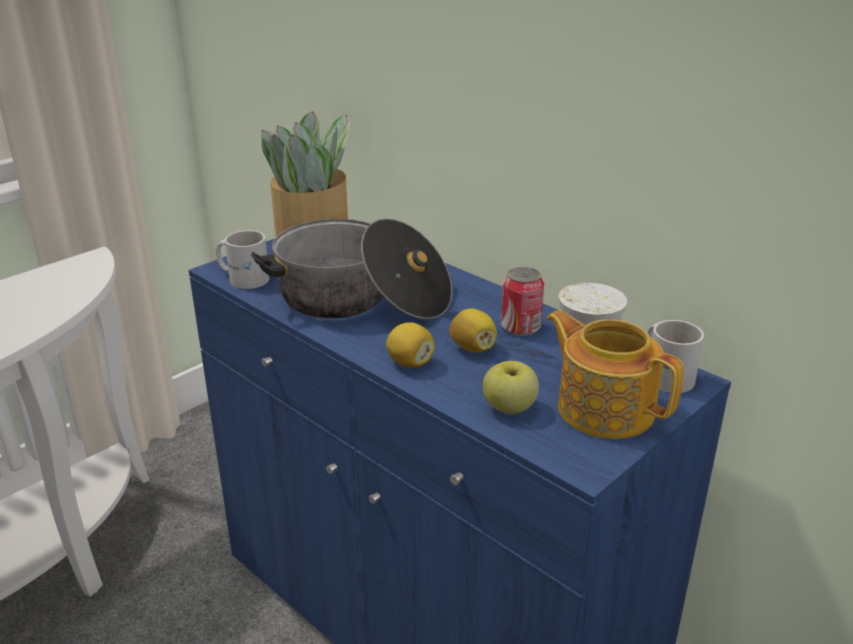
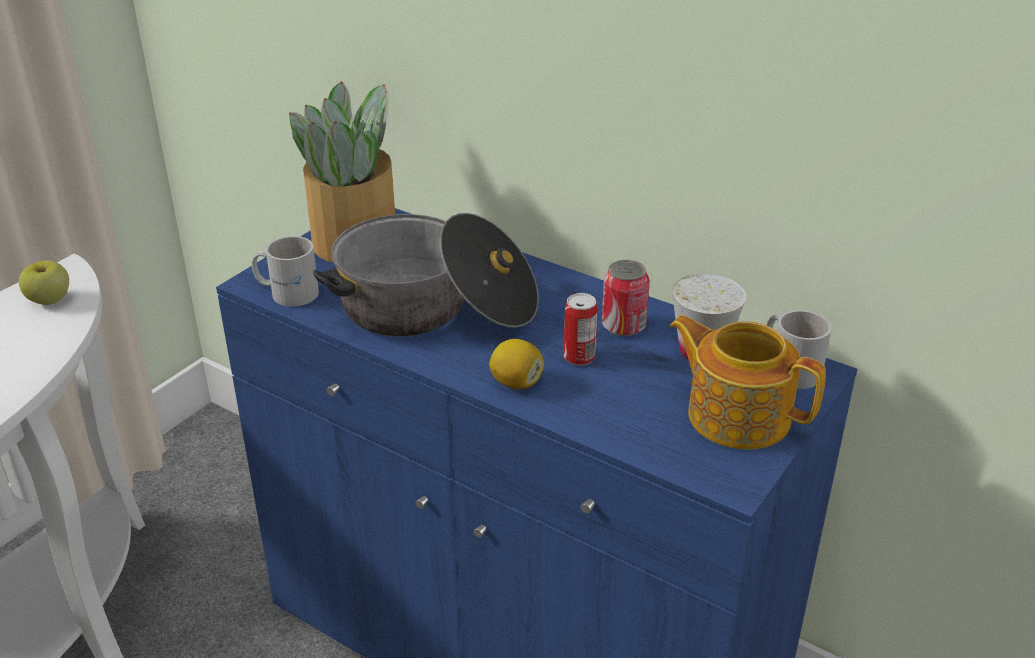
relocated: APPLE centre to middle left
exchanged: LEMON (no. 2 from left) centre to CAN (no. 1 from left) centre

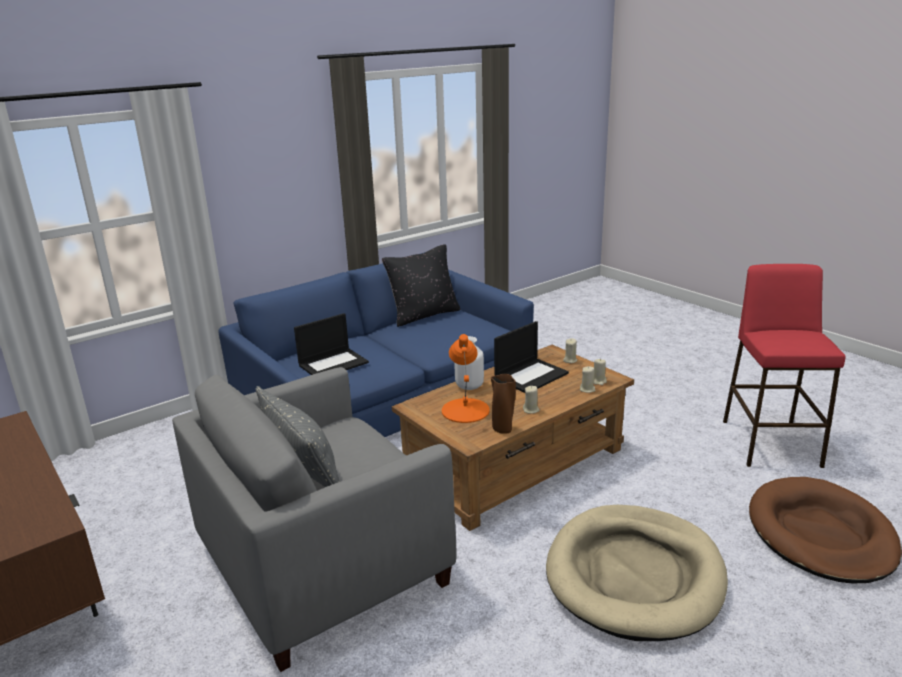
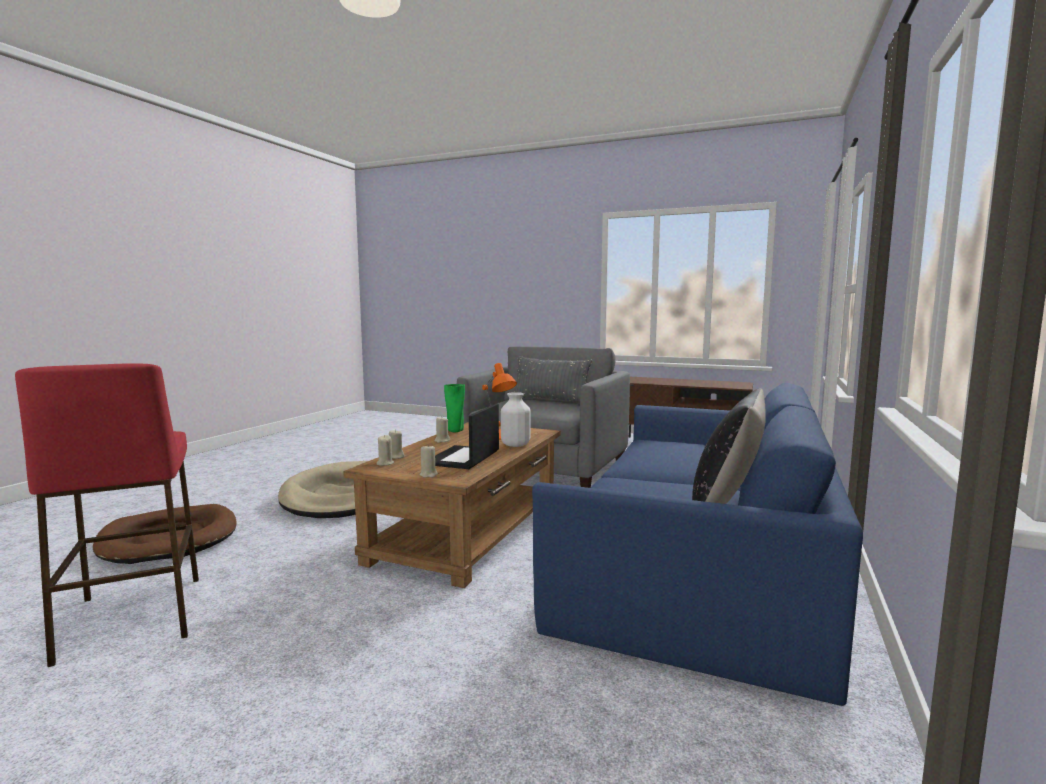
missing: LAPTOP (no. 1 from left) centre
colour: BROWN VASE centre to GREEN VASE centre

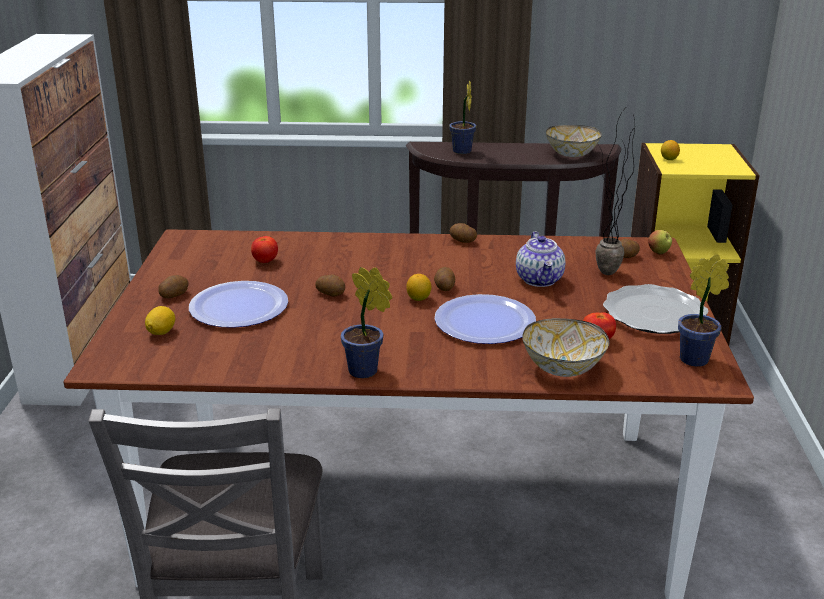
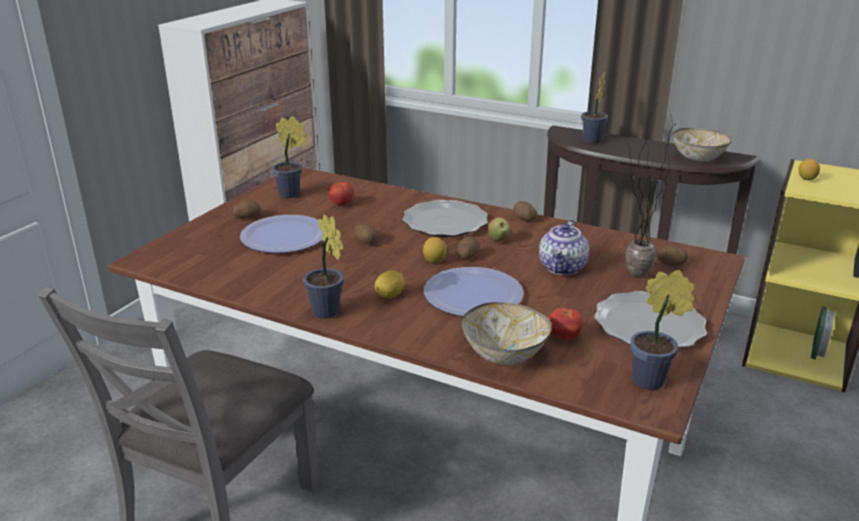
appeared: POTTED PLANT (no. 1 from left) top centre; PLATE (no. 2 from left) centre
relocated: LEMON (no. 1 from left) middle left to centre; APPLE middle right to centre

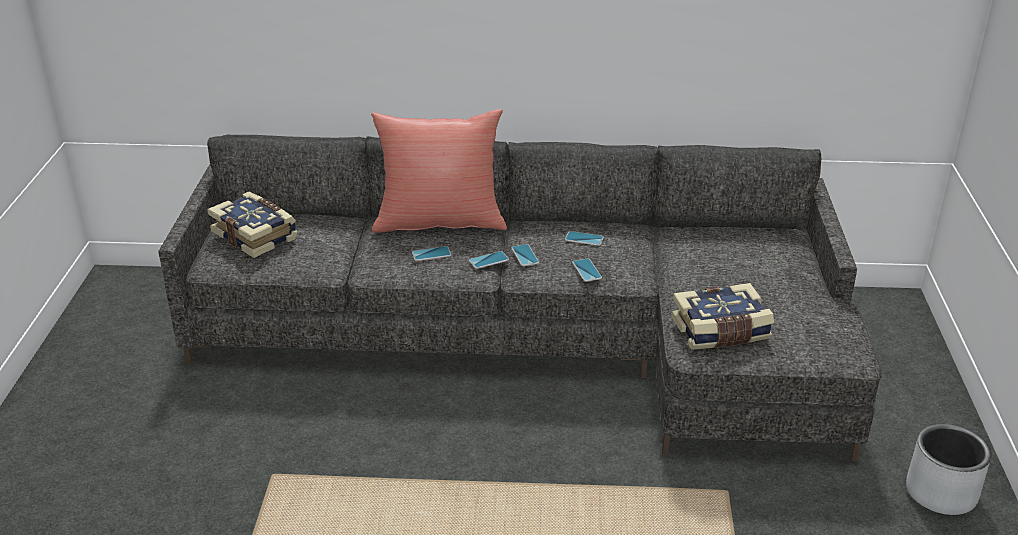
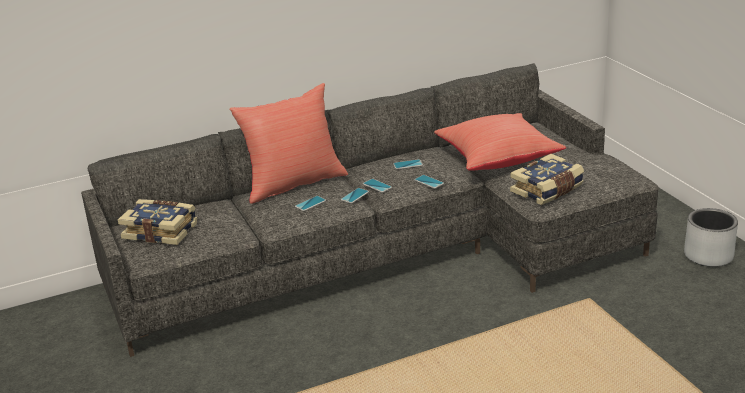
appeared: RED PILLOW (no. 2 from left) middle right

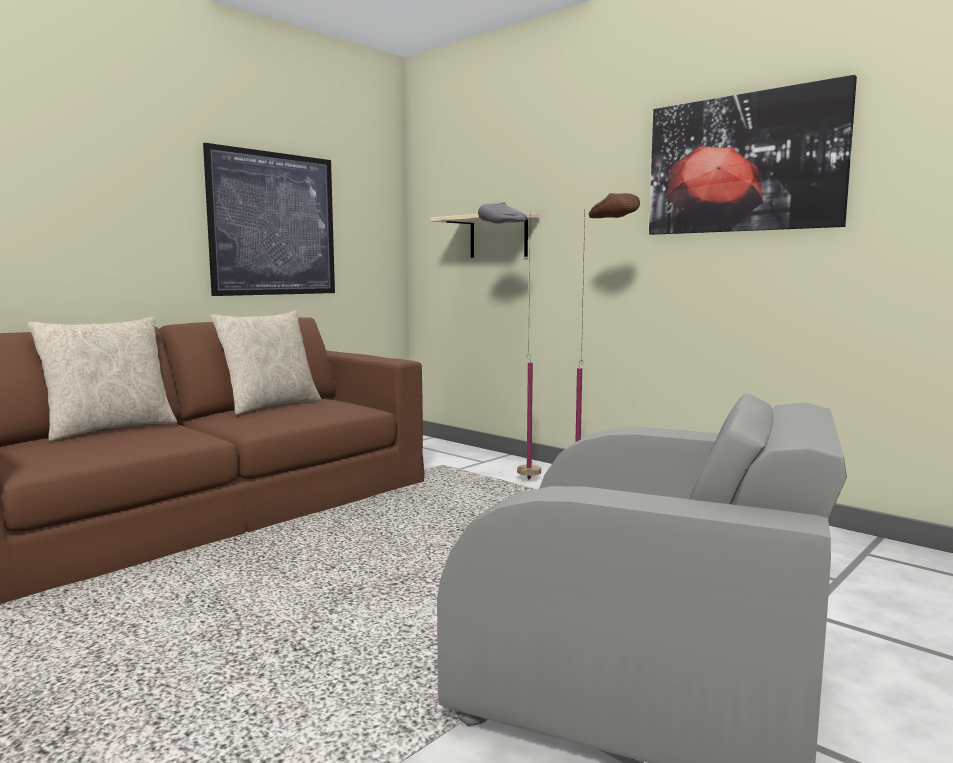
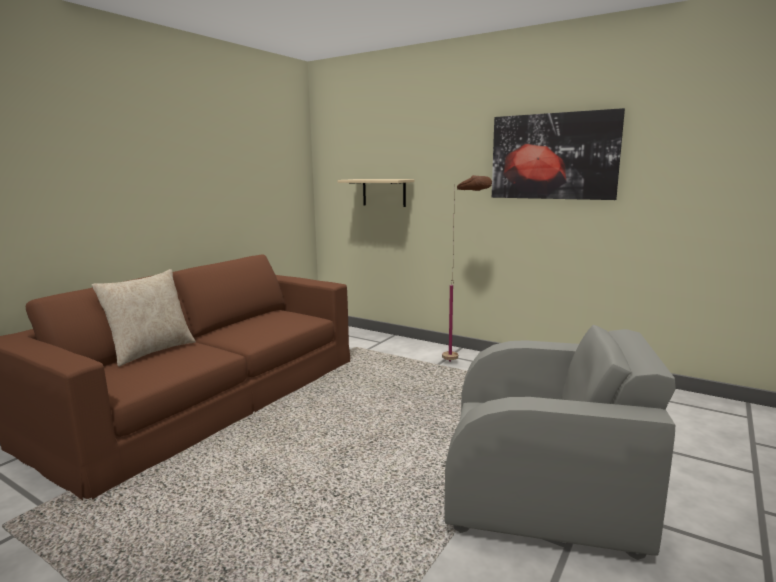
missing: PICTURE (no. 1 from left) top left; BEIGE PILLOW (no. 2 from left) middle left; GREY FLOOR LAMP centre

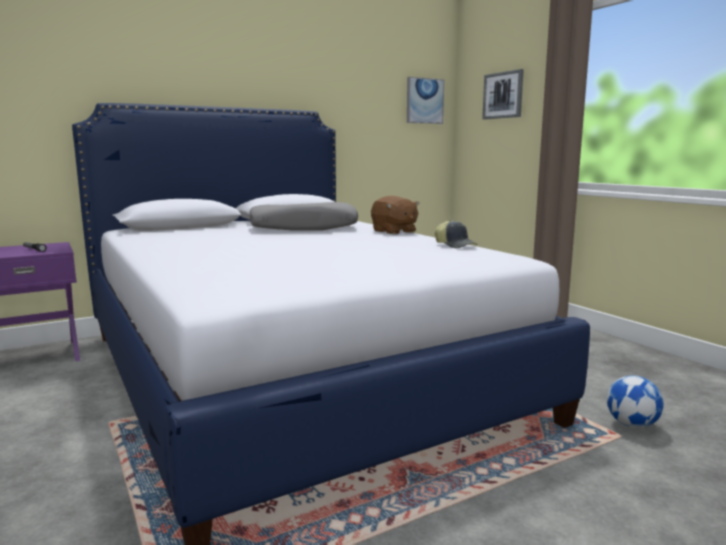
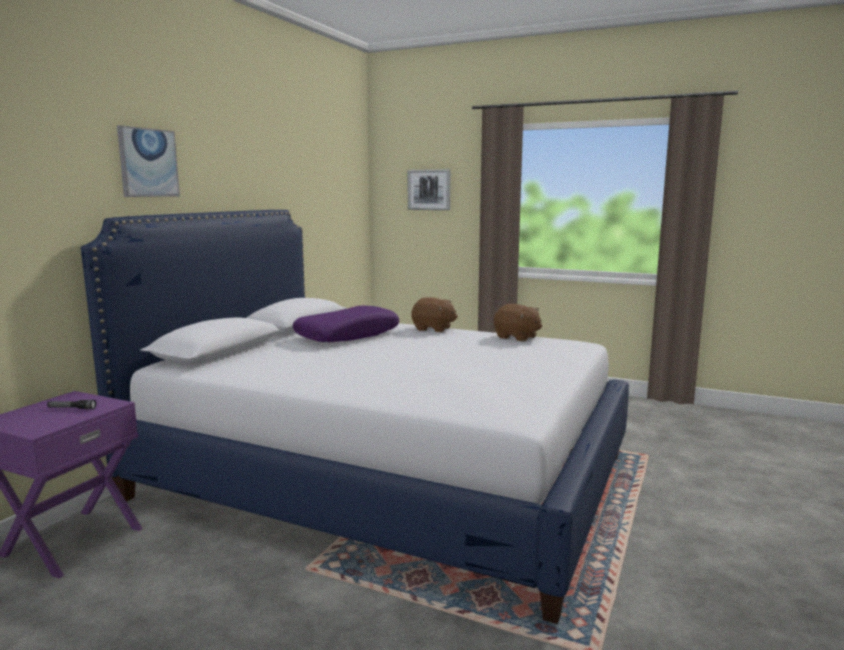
missing: FOOTBALL bottom right
relocated: PICTURE (no. 1 from left) top centre to top left
exchanged: CAP centre to BROWN PLUSH TOY (no. 2 from left) centre
colour: GREY PILLOW centre to PURPLE PILLOW centre

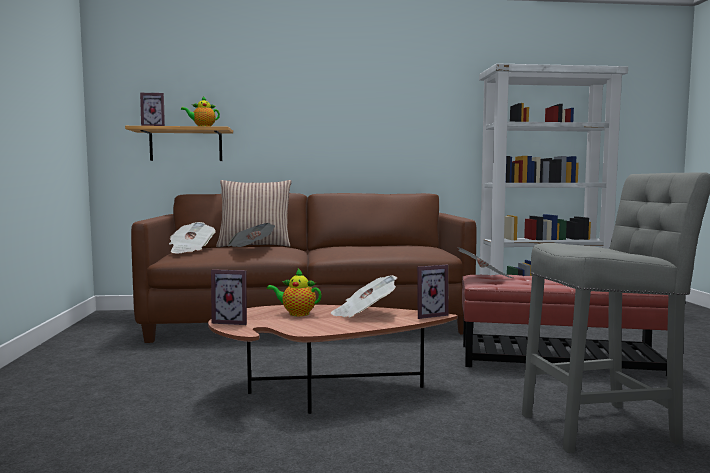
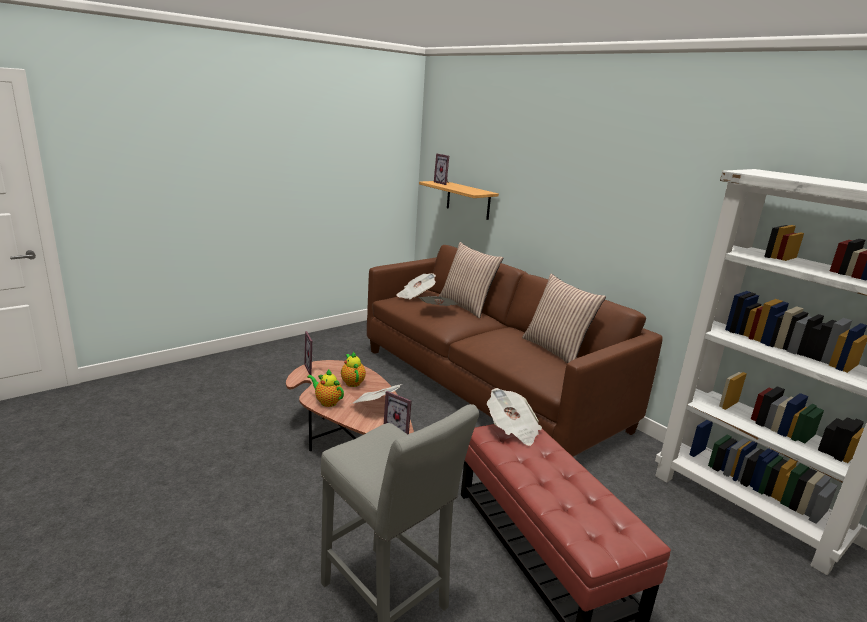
appeared: PILLOW (no. 2 from left) centre
relocated: TEAPOT (no. 1 from left) top left to centre

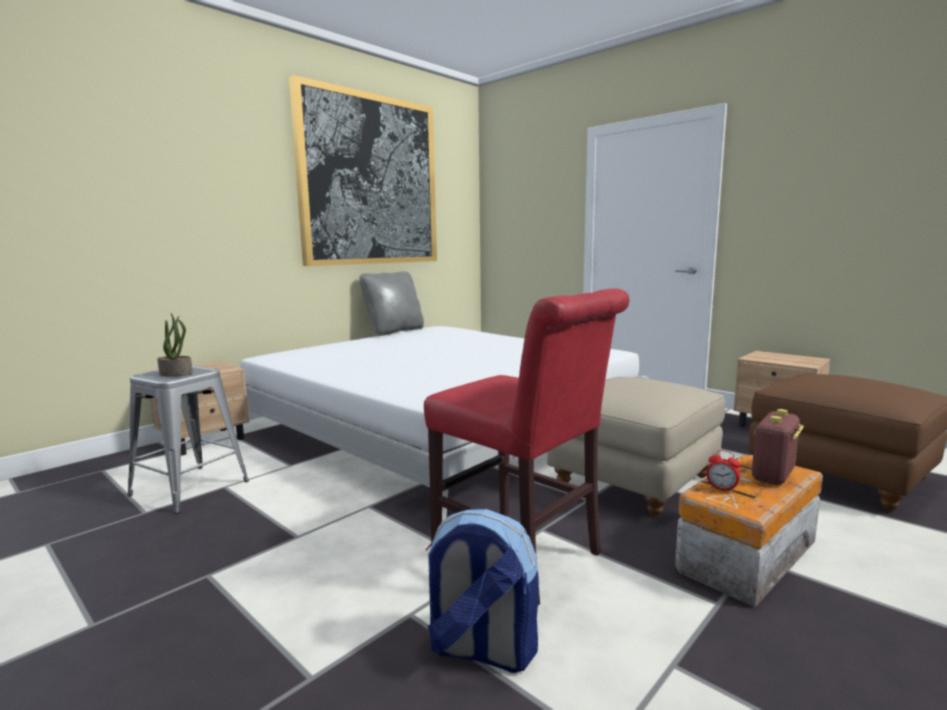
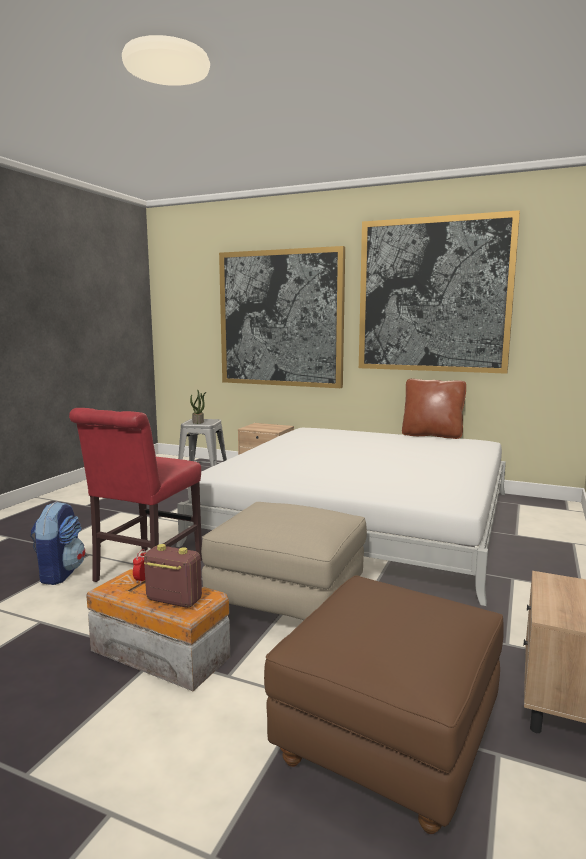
appeared: PICTURE (no. 1 from left) centre
colour: GREY PILLOW centre to BROWN PILLOW middle right

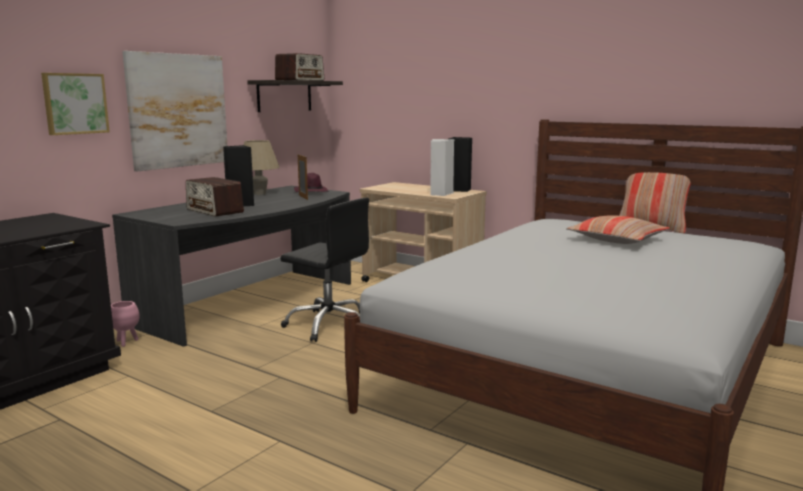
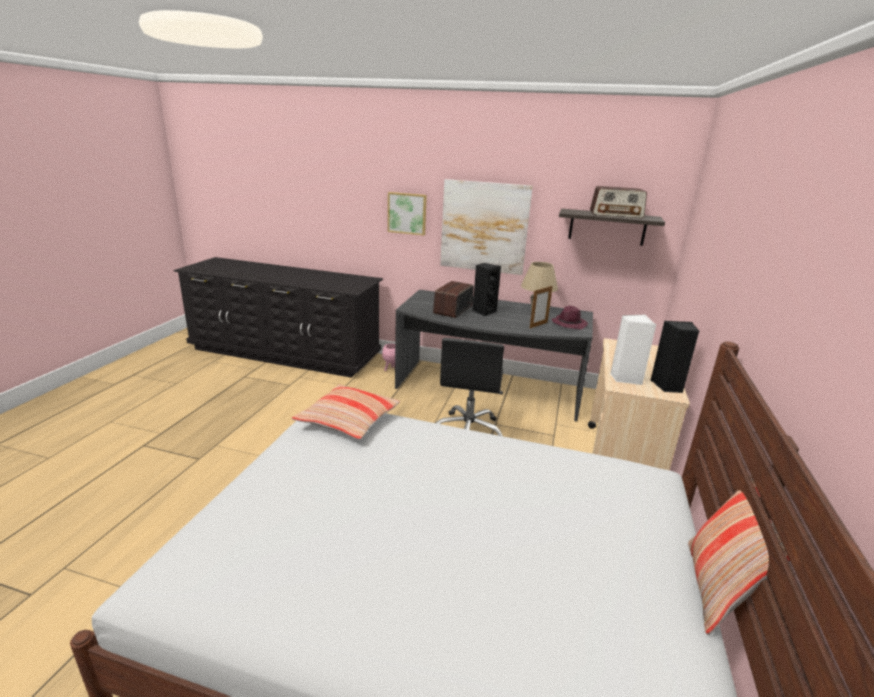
relocated: PILLOW (no. 1 from left) middle right to centre

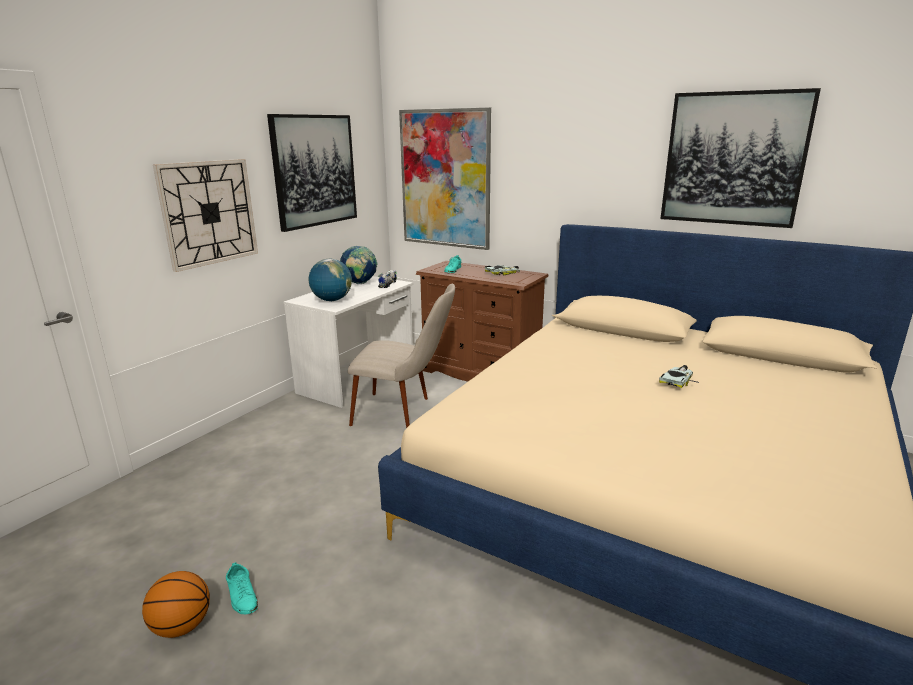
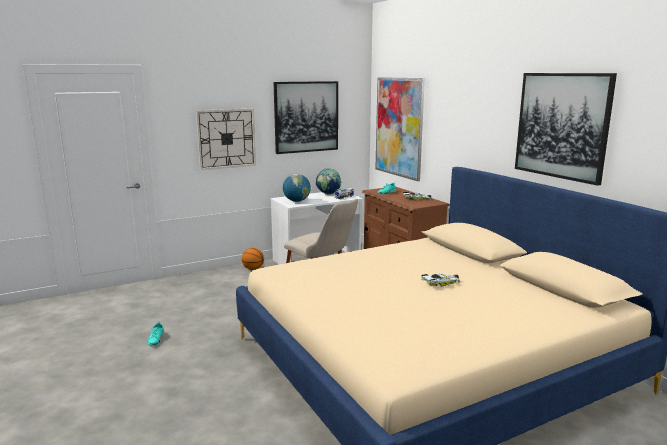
relocated: BASKETBALL bottom left to centre

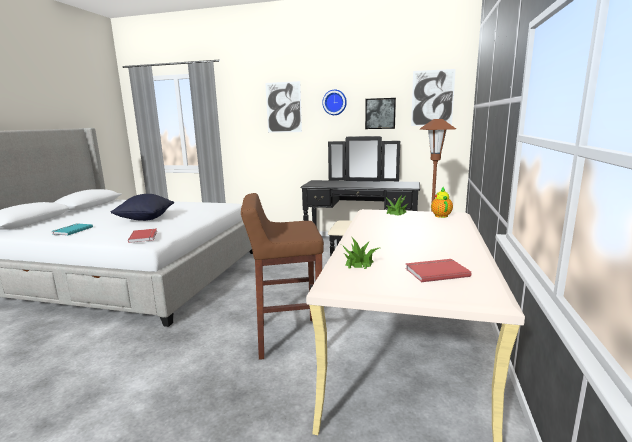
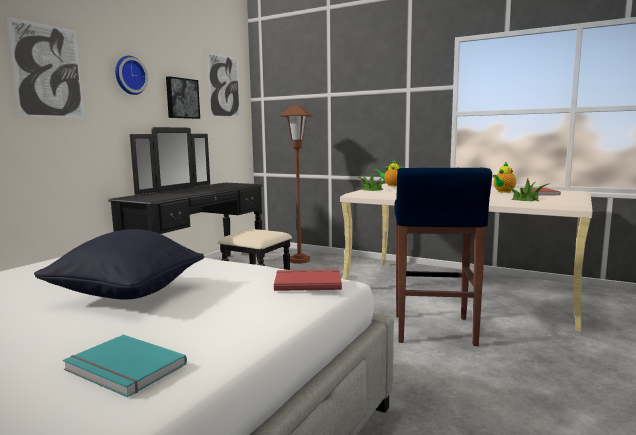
appeared: TEAPOT (no. 2 from left) middle right
colour: BROWN STOOL centre to BLUE STOOL middle right

